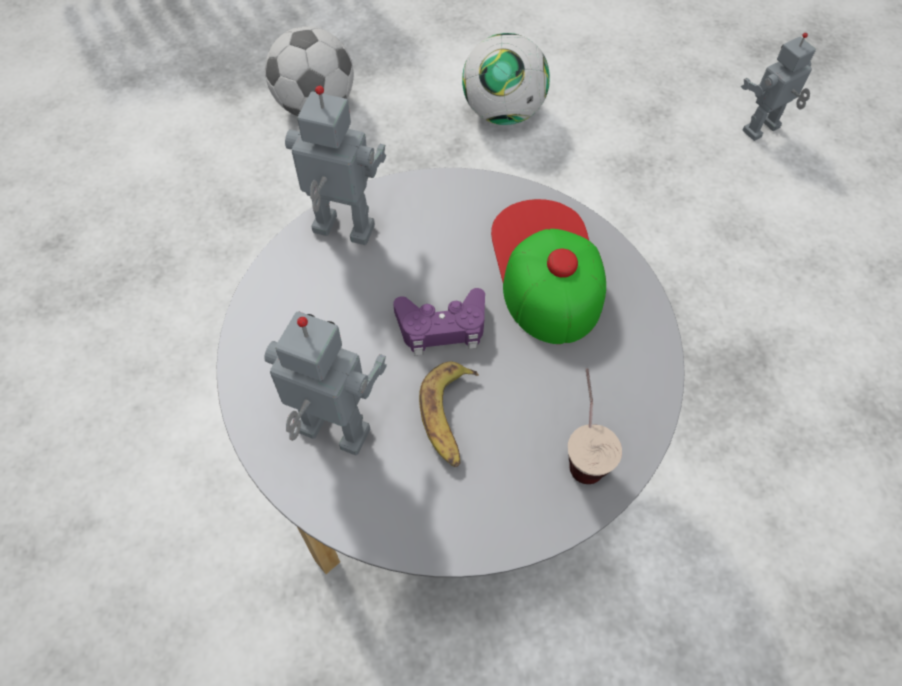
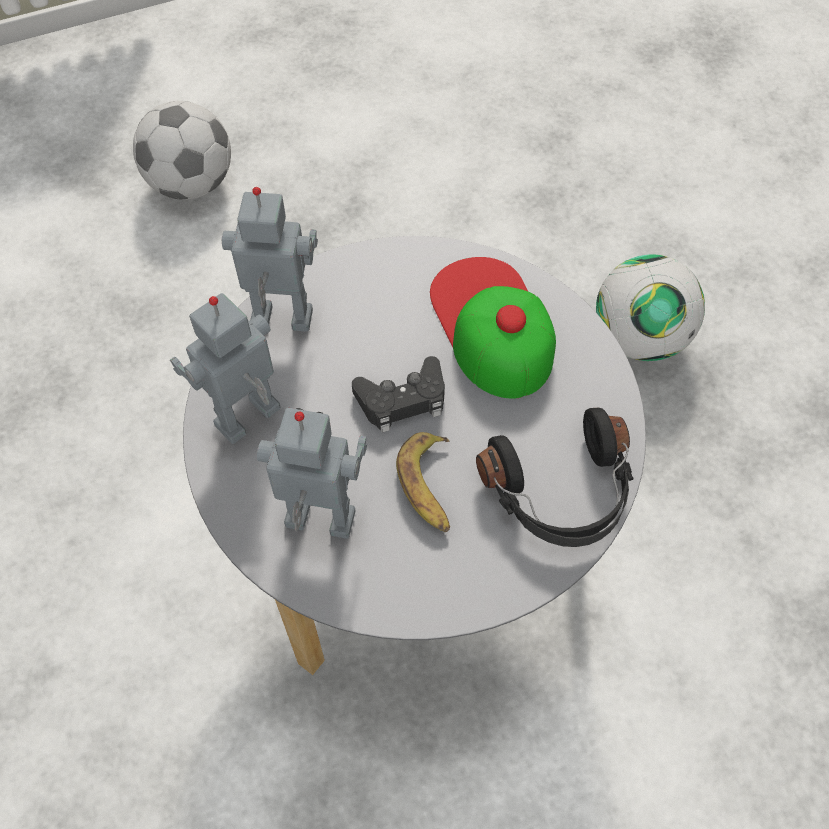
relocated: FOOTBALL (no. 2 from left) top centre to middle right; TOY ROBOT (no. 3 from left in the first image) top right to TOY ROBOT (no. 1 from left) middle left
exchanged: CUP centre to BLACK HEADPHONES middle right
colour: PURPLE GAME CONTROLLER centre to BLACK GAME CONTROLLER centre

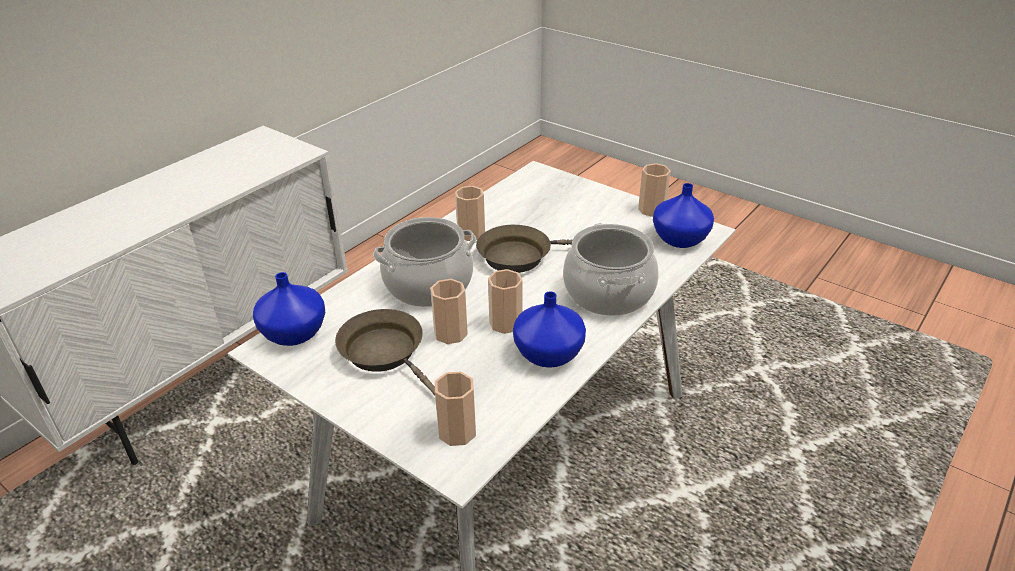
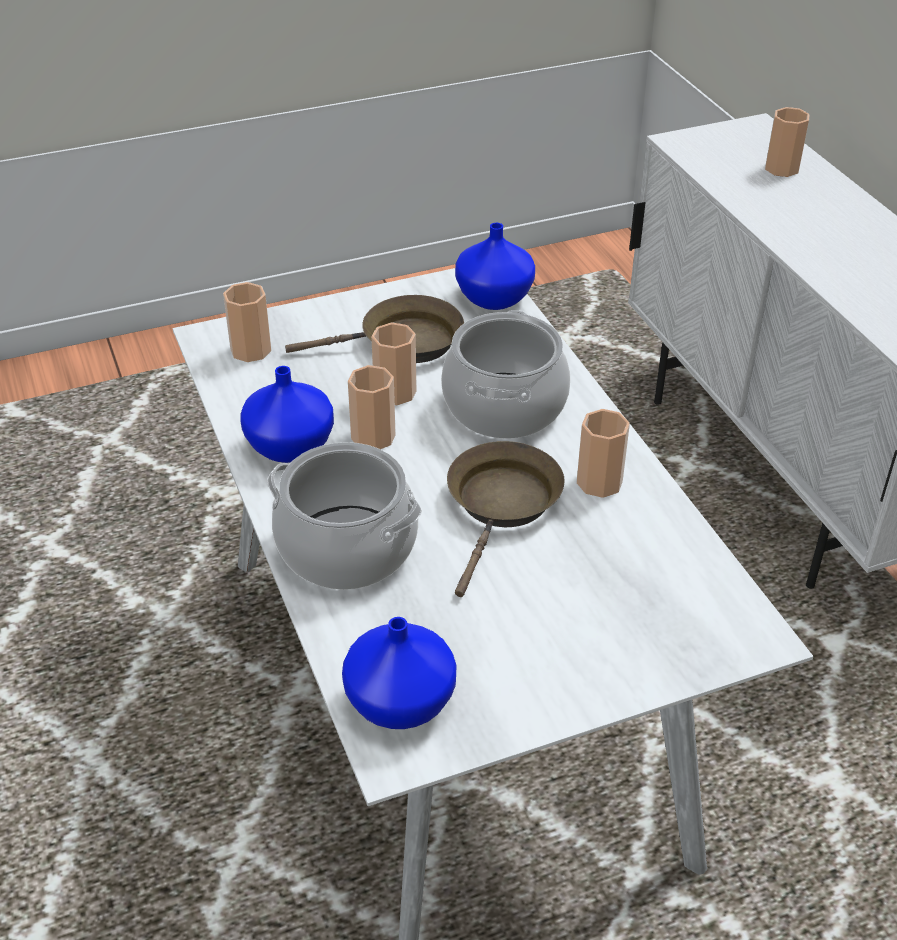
relocated: CUP (no. 5 from left) top centre to top right

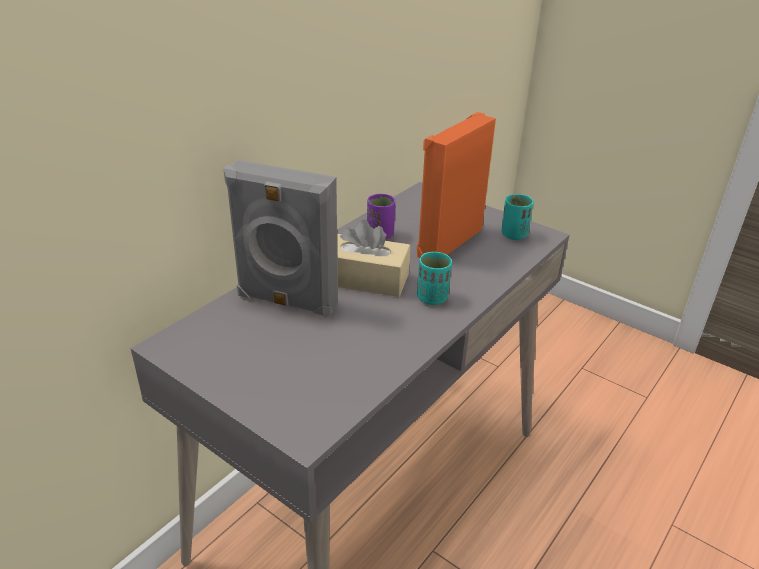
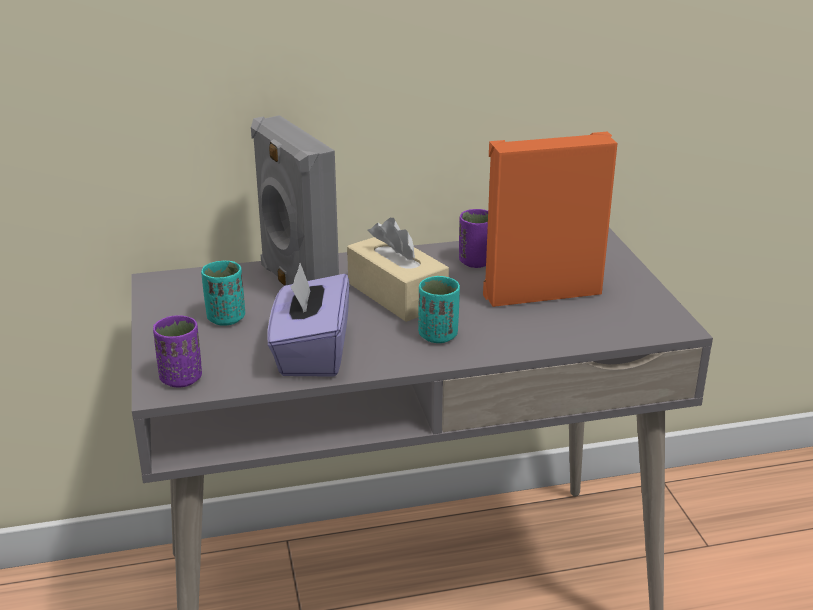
appeared: PURPLE CUP (no. 1 from left) middle left; PURPLE TISSUE BOX centre
relocated: TURQUOISE CUP (no. 2 from left in the first image) middle right to TURQUOISE CUP (no. 1 from left) middle left

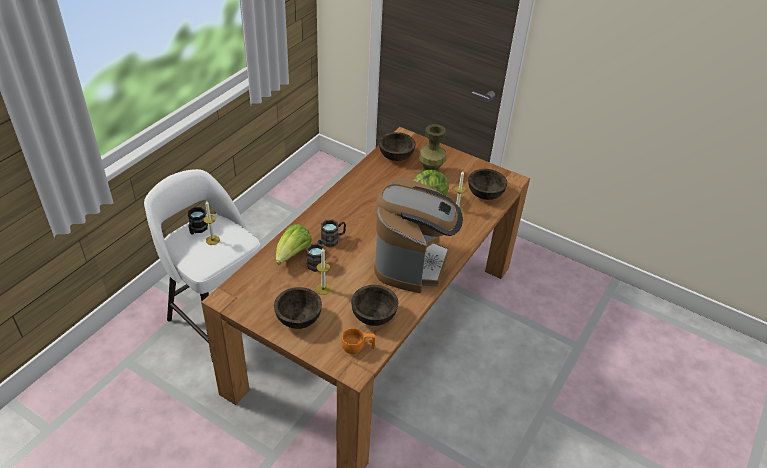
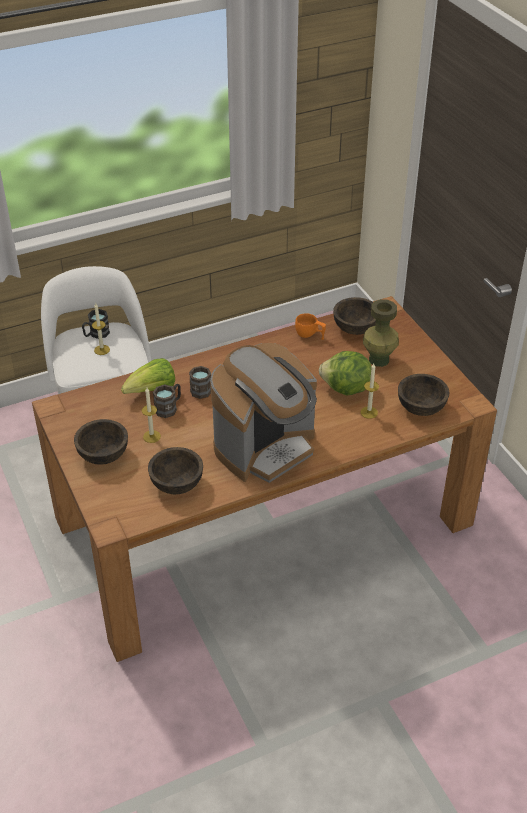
relocated: ORANGE CUP bottom centre to centre

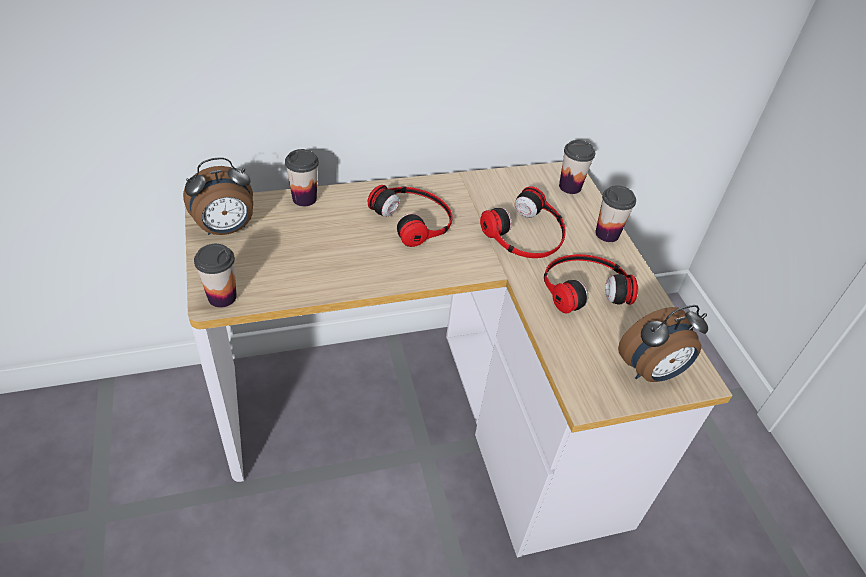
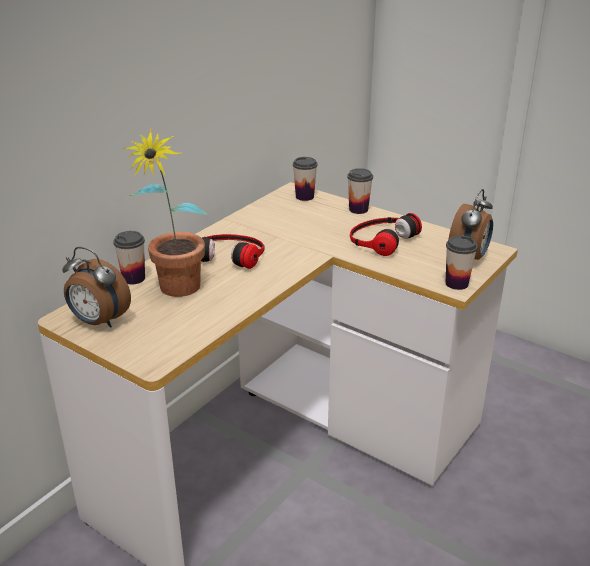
missing: HEADPHONES (no. 2 from left) centre
appeared: POTTED PLANT middle left
relocated: CUP (no. 1 from left in the first image) middle left to CUP (no. 4 from left) middle right
spun: ALARM CLOCK (no. 1 from left) middle left = middle left 90 degrees clockwise

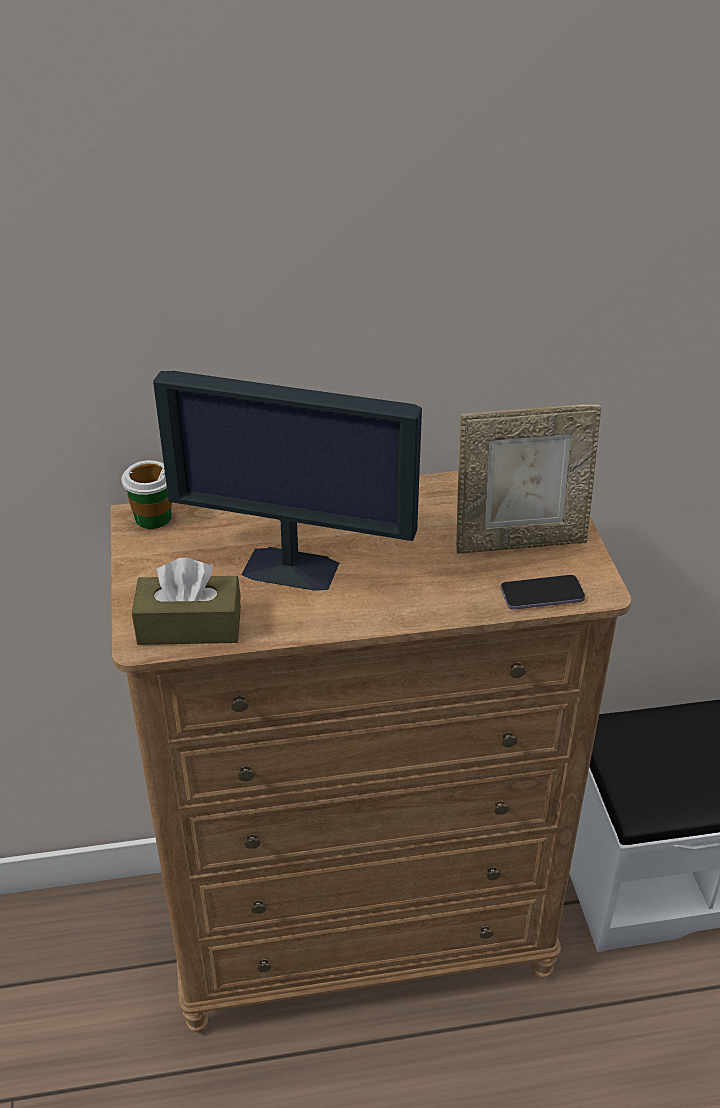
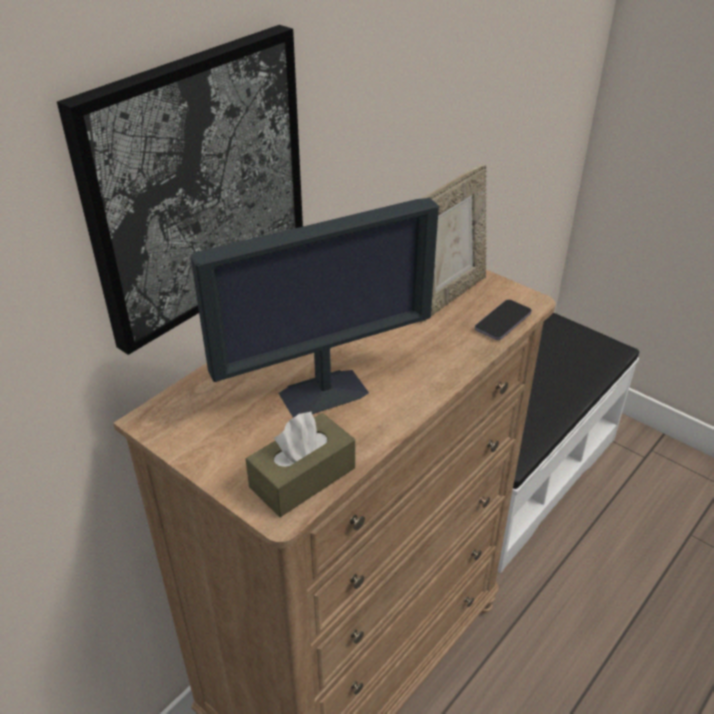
missing: CUP middle left
appeared: PICTURE top left

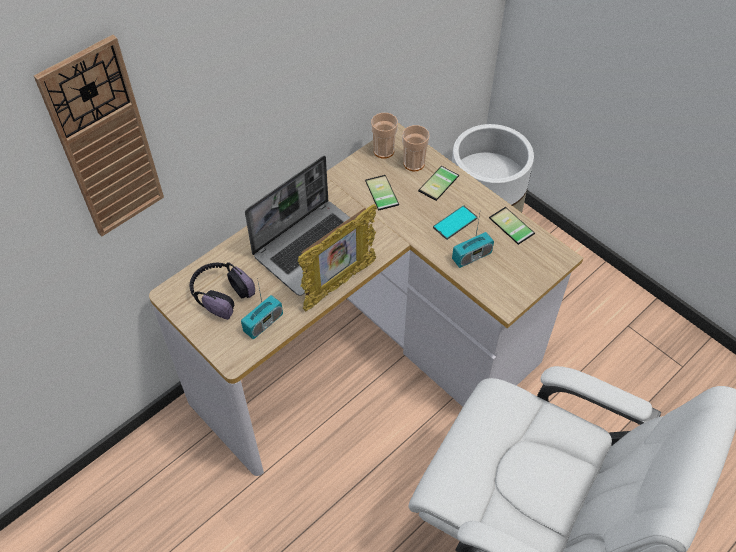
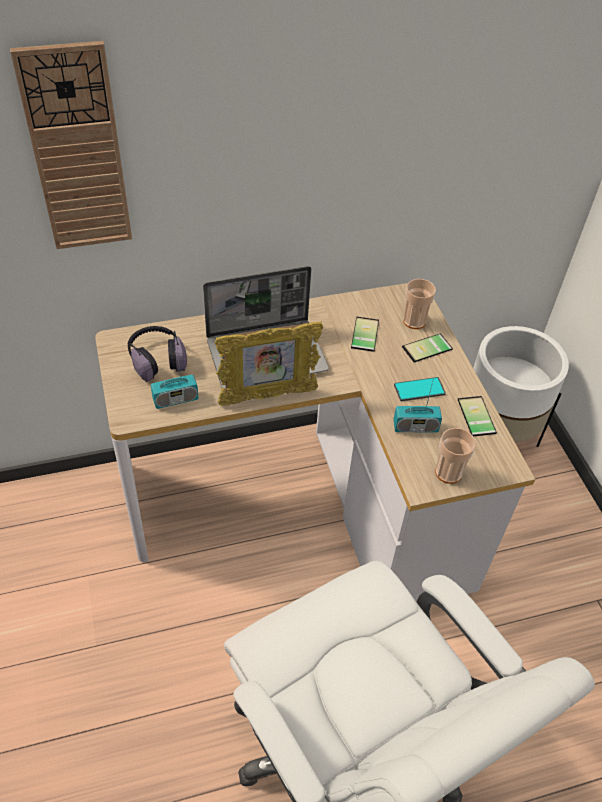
relocated: CUP (no. 1 from left in the first image) top centre to CUP (no. 2 from left) middle right

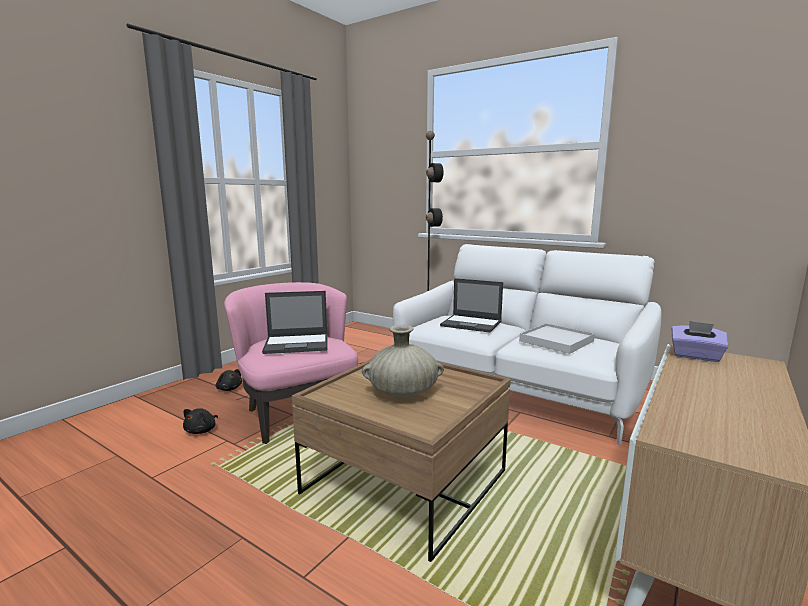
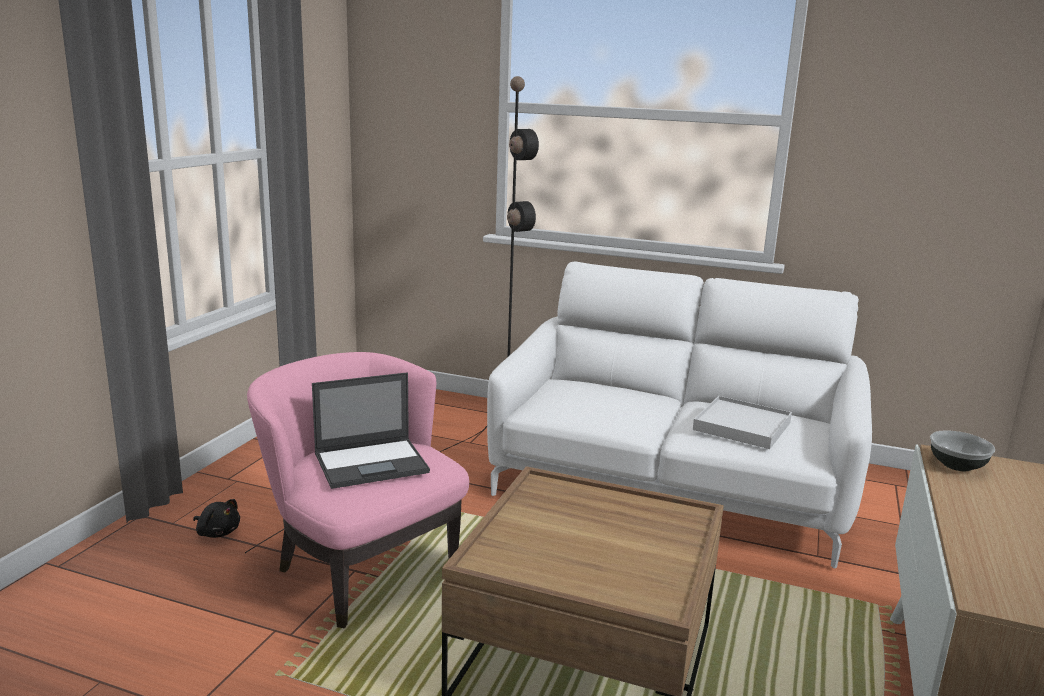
missing: BLACK PLUSH TOY (no. 1 from left) bottom left; BEIGE VASE centre; LAPTOP (no. 2 from left) centre
exchanged: PURPLE TISSUE BOX middle right to BOWL middle right

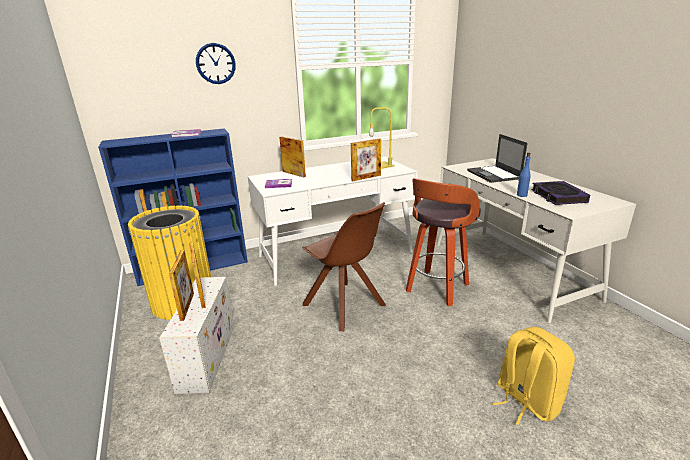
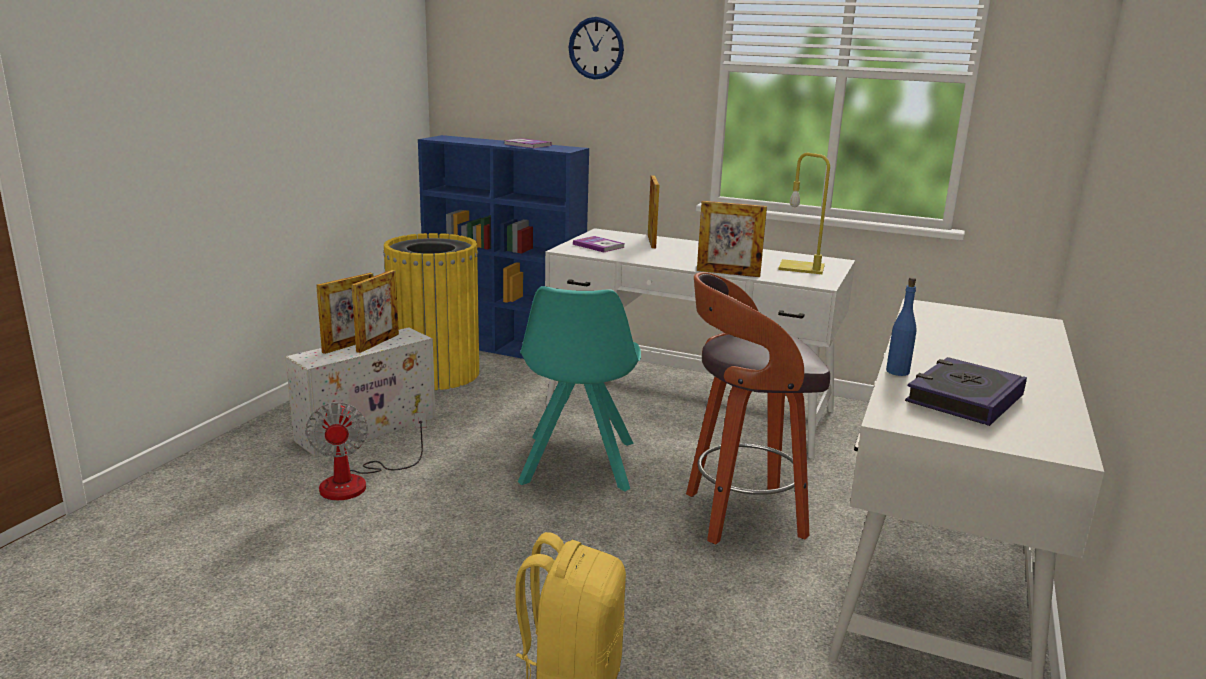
missing: LAPTOP middle right
appeared: FAN middle left
colour: BROWN CHAIR centre to TURQUOISE CHAIR centre

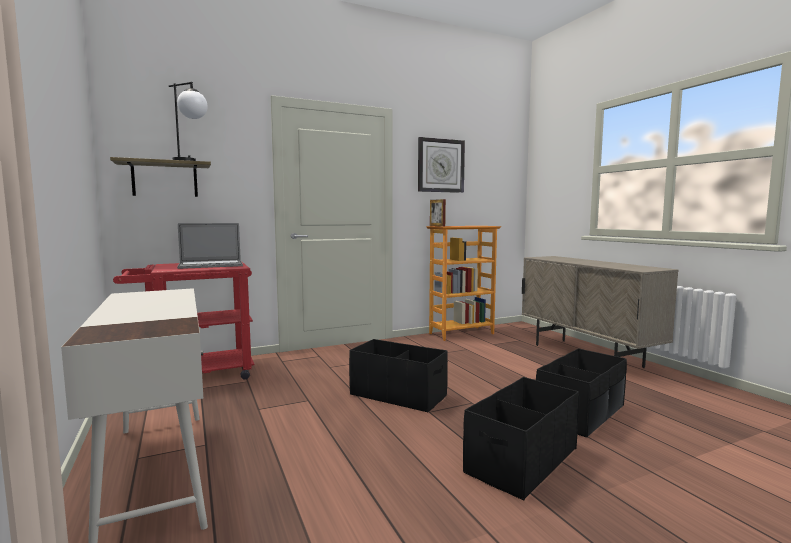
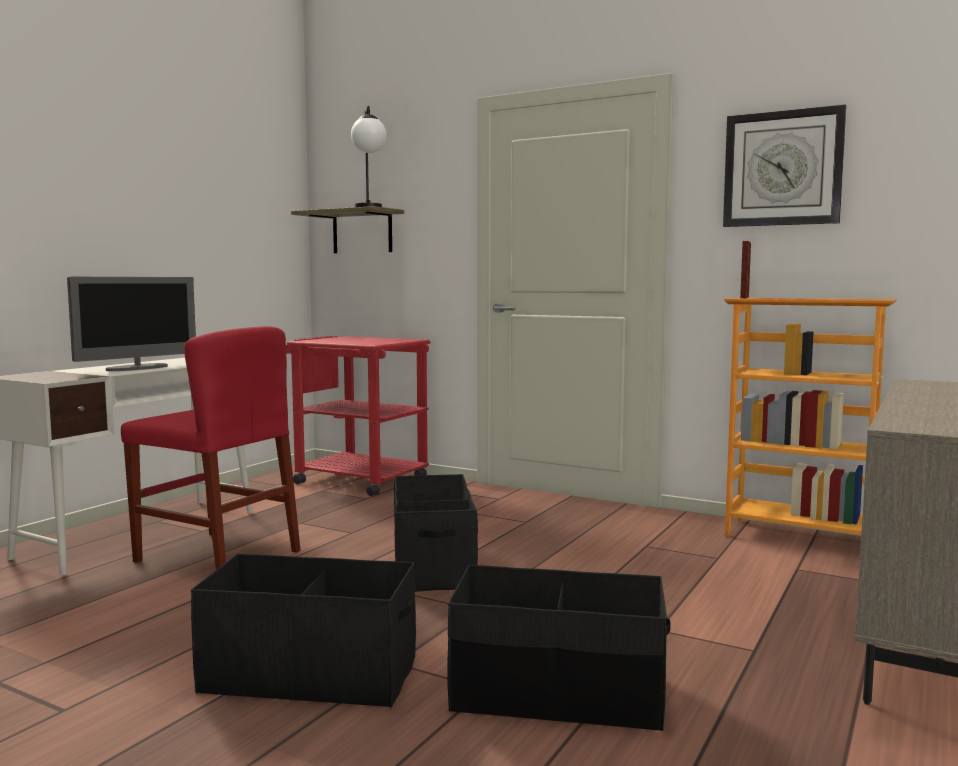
missing: LAPTOP middle left
appeared: MONITOR middle left; RED CHAIR middle left

